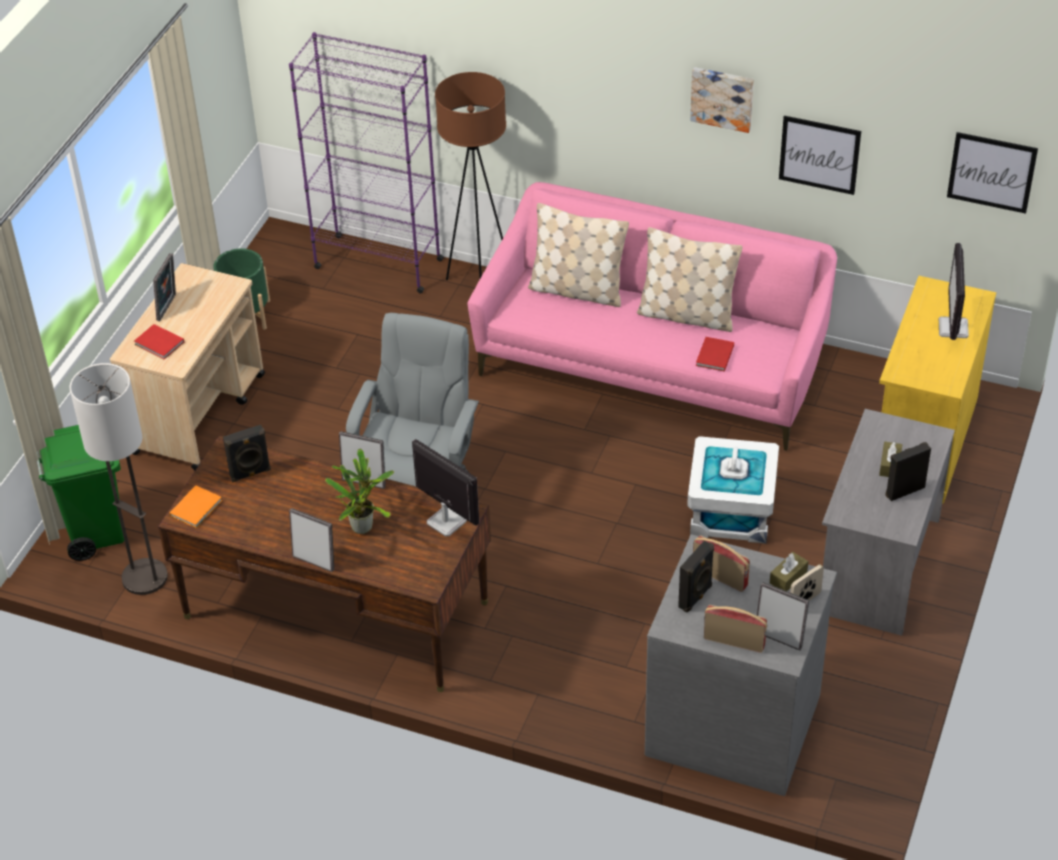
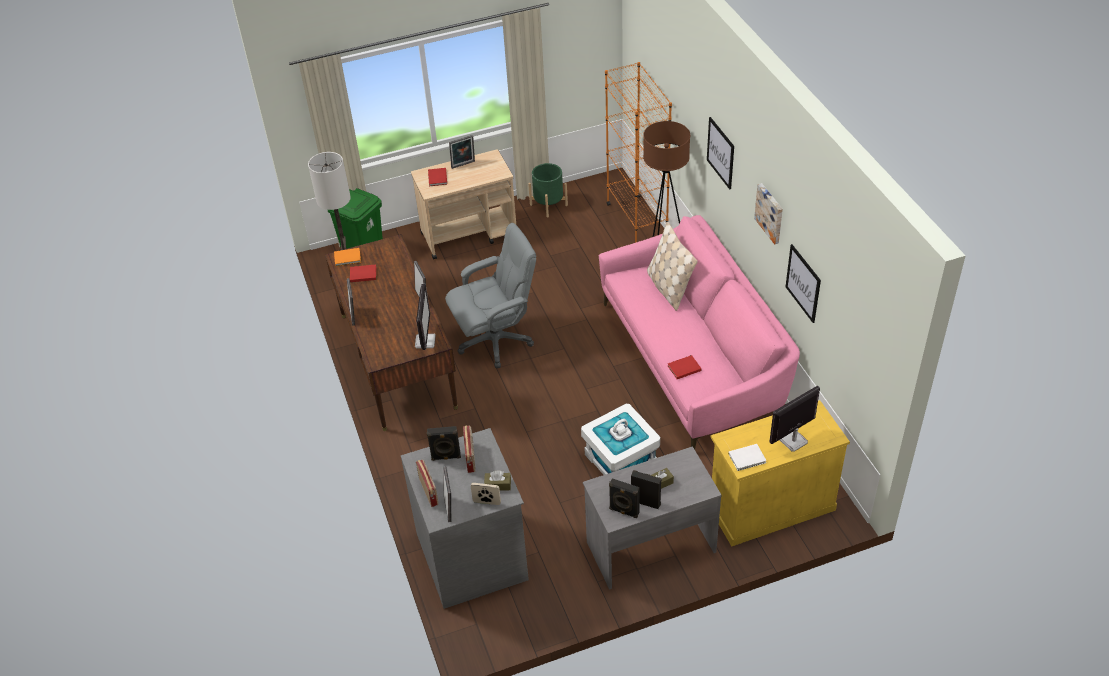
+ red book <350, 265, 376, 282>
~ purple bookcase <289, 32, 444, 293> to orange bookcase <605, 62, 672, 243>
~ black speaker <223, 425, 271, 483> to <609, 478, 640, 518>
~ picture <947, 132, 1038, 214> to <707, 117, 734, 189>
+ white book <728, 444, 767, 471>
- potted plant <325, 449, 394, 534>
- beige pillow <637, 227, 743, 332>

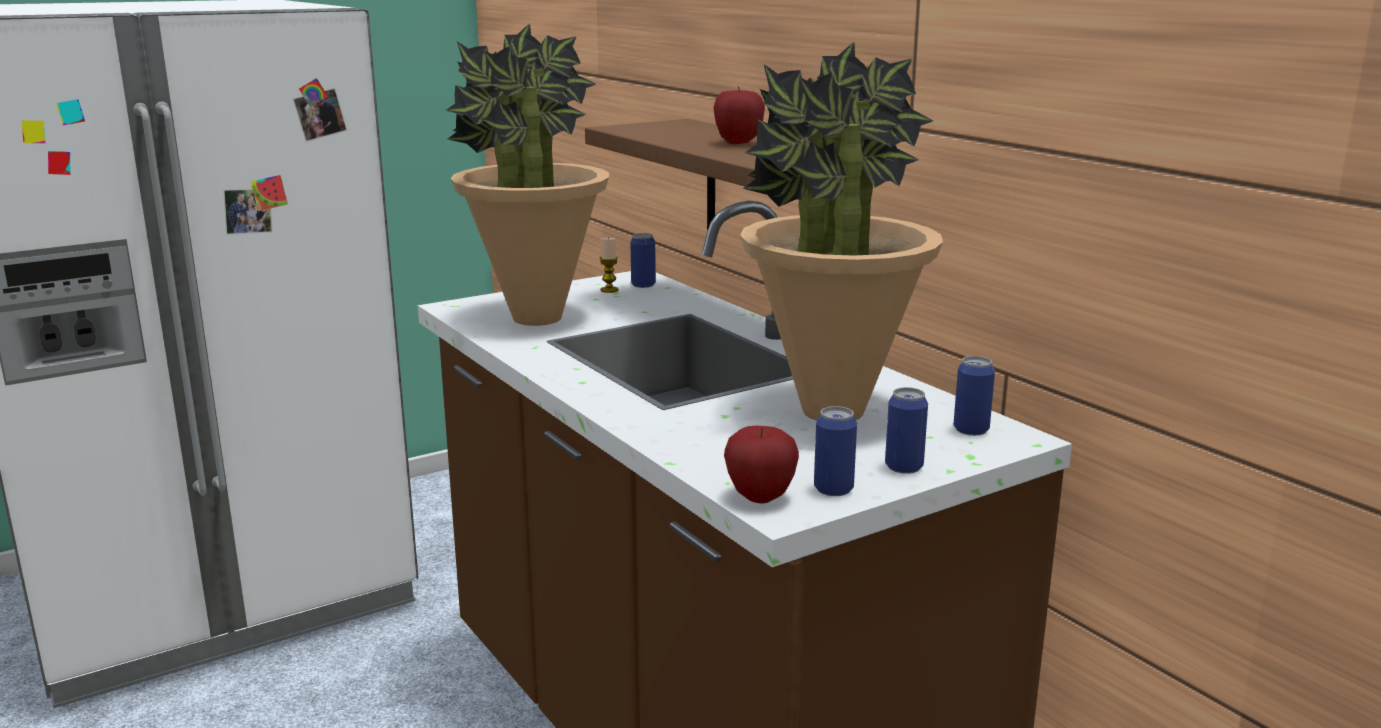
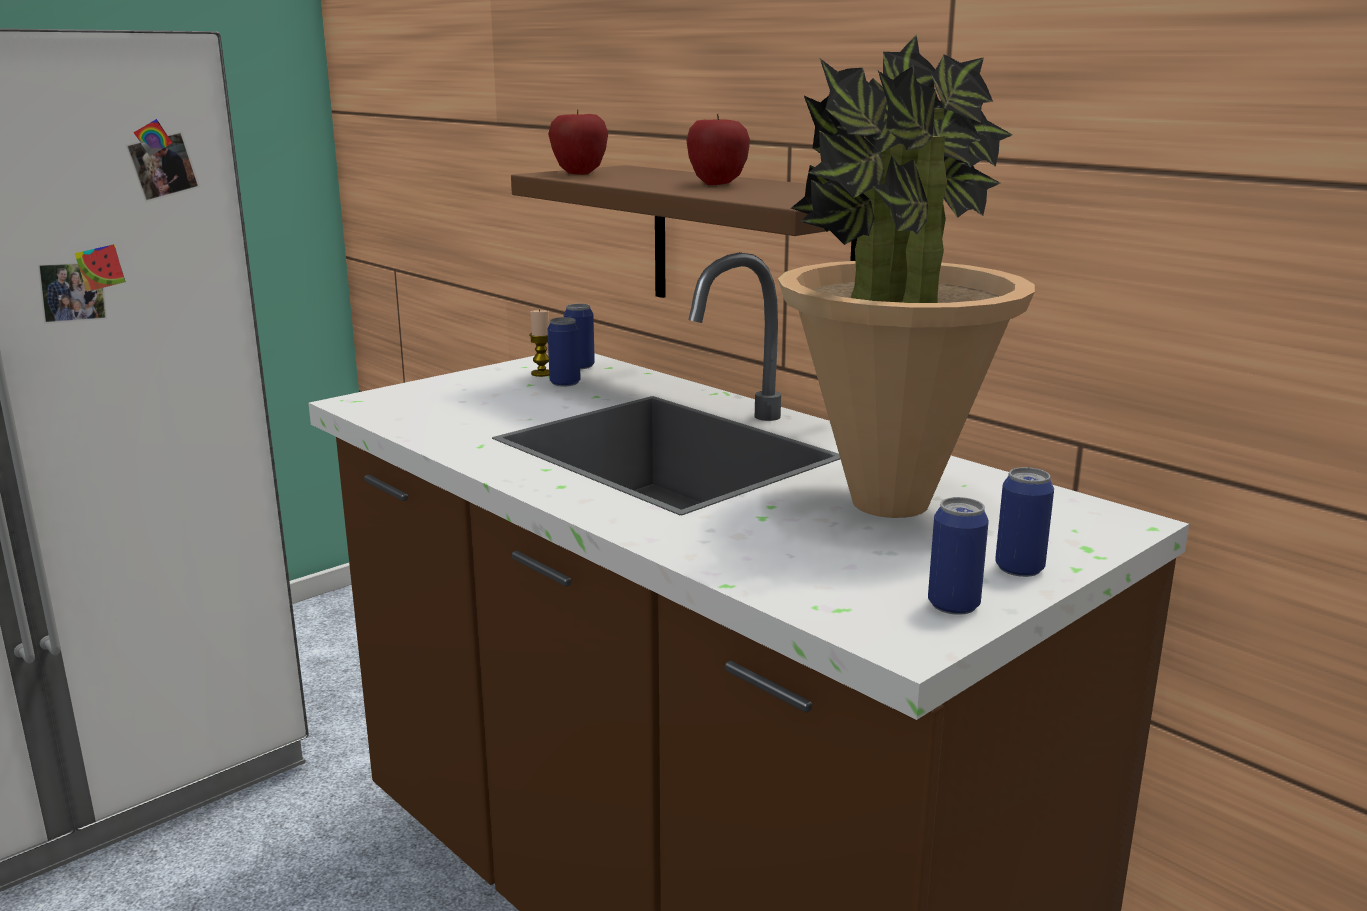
~ apple <724, 426, 799, 504> to <548, 109, 608, 175>
~ can <954, 356, 995, 436> to <548, 317, 581, 386>
- potted plant <445, 23, 609, 326>

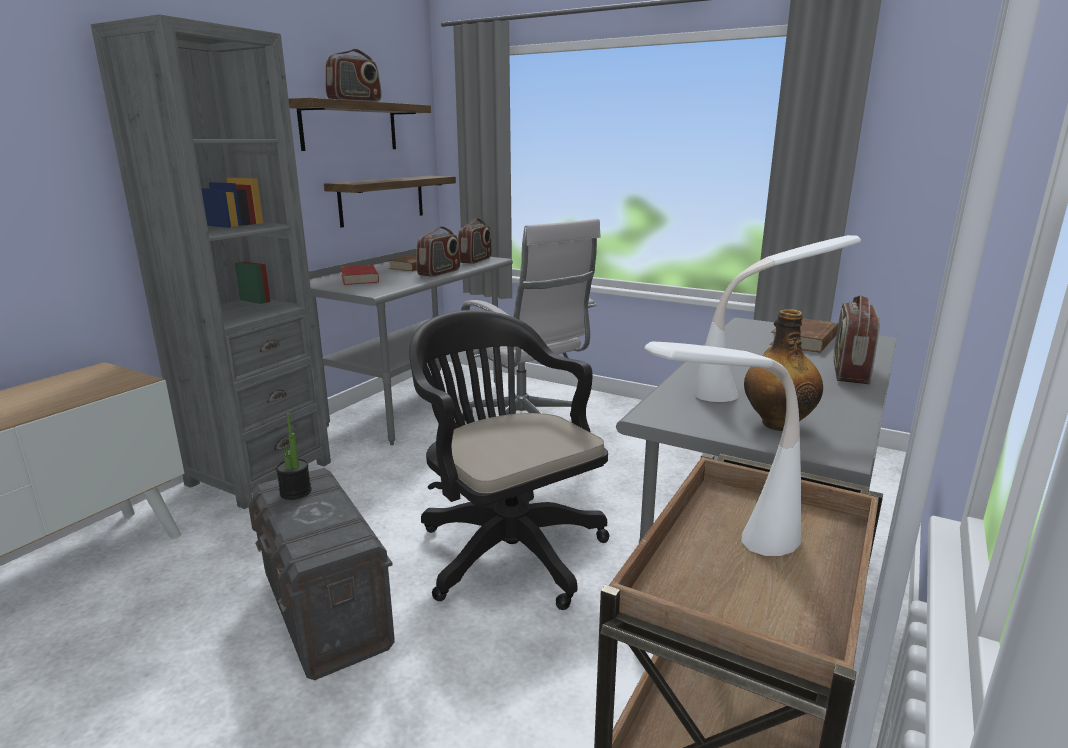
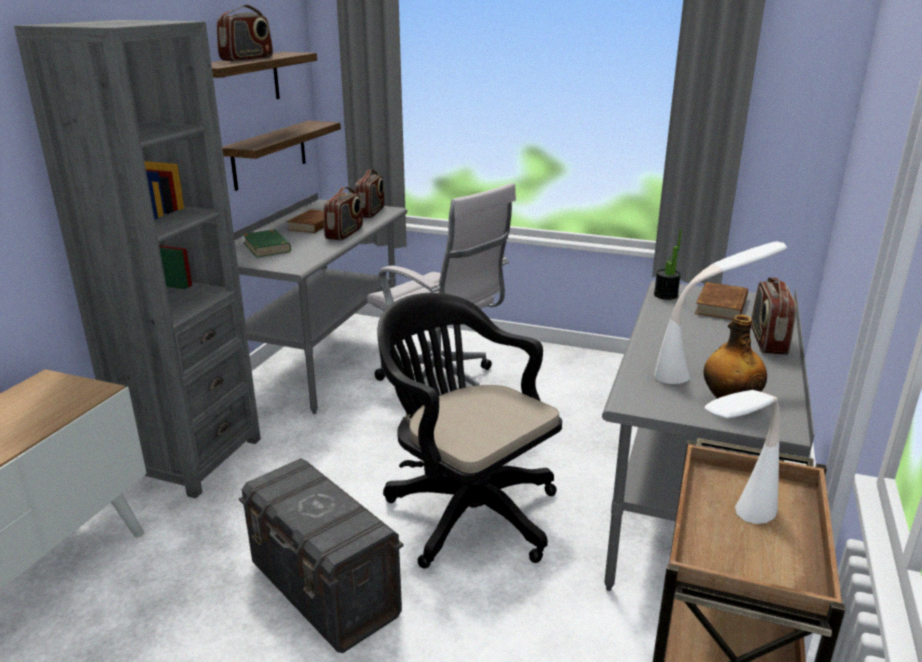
~ red book <340, 264, 379, 285> to green book <242, 229, 291, 258>
~ potted plant <276, 413, 312, 500> to <654, 229, 682, 300>

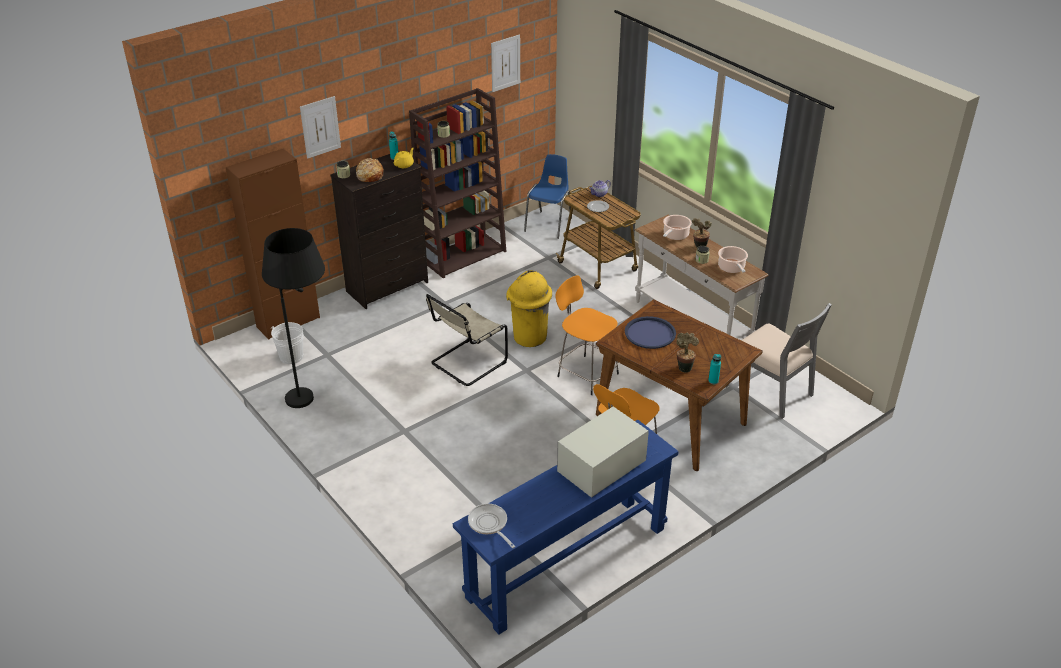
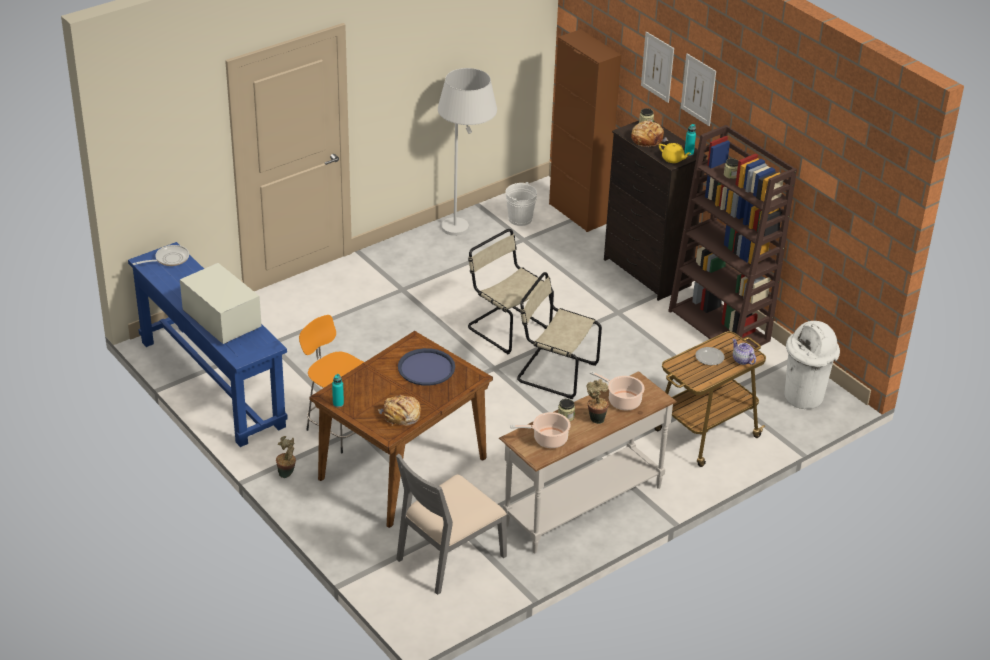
~ potted plant <676, 332, 699, 373> to <276, 436, 296, 478>
+ bread <378, 395, 421, 426>
~ black floor lamp <262, 228, 325, 408> to white floor lamp <438, 68, 497, 236>
~ yellow trash can <506, 270, 552, 347> to beige chair <517, 272, 602, 399>
~ picture <491, 34, 520, 92> to <681, 54, 716, 126>
~ blue chair <524, 154, 572, 239> to white trash can <784, 321, 840, 409>
- orange stool <555, 275, 619, 395>

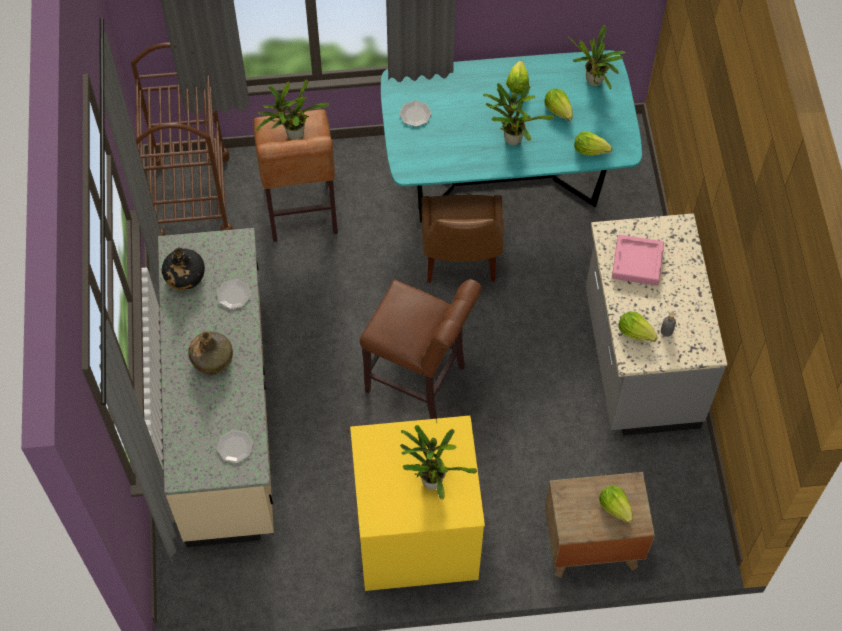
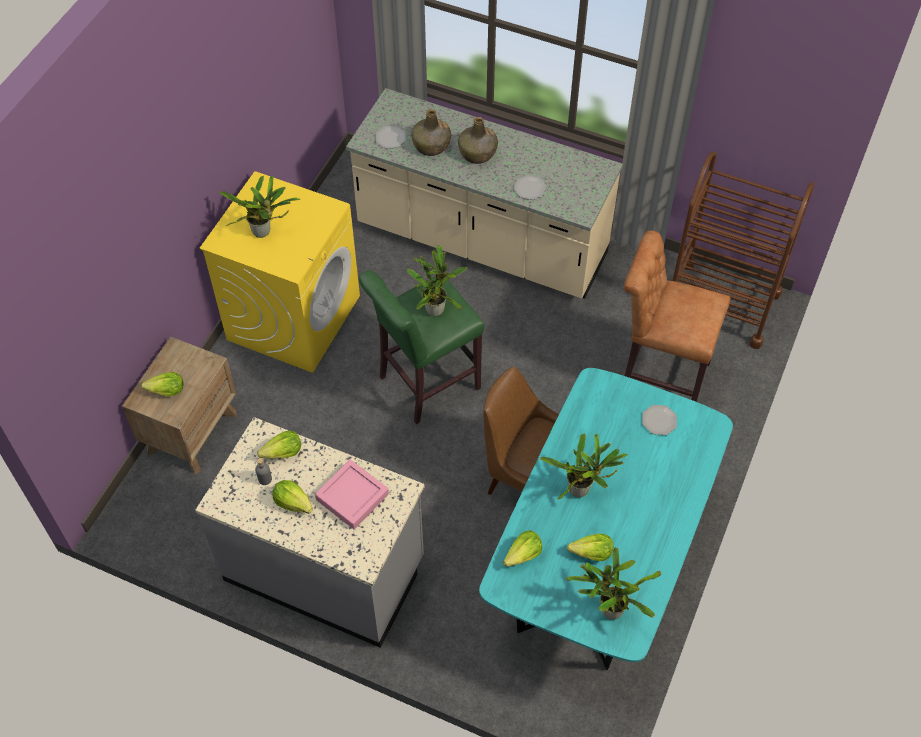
~ lettuce <506, 61, 529, 94> to <272, 480, 313, 514>
~ brown stool <360, 279, 481, 419> to green stool <359, 270, 484, 424>
~ potted plant <256, 80, 329, 140> to <407, 245, 467, 316>
+ green bottle <411, 109, 451, 156>
- black bottle <162, 247, 205, 290>

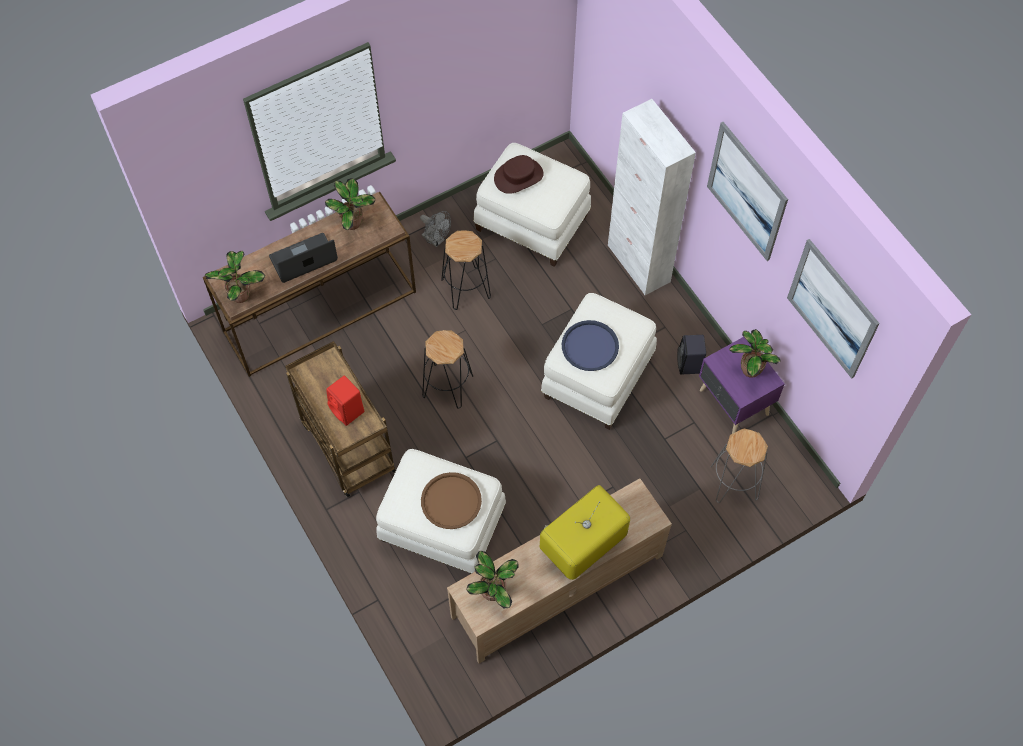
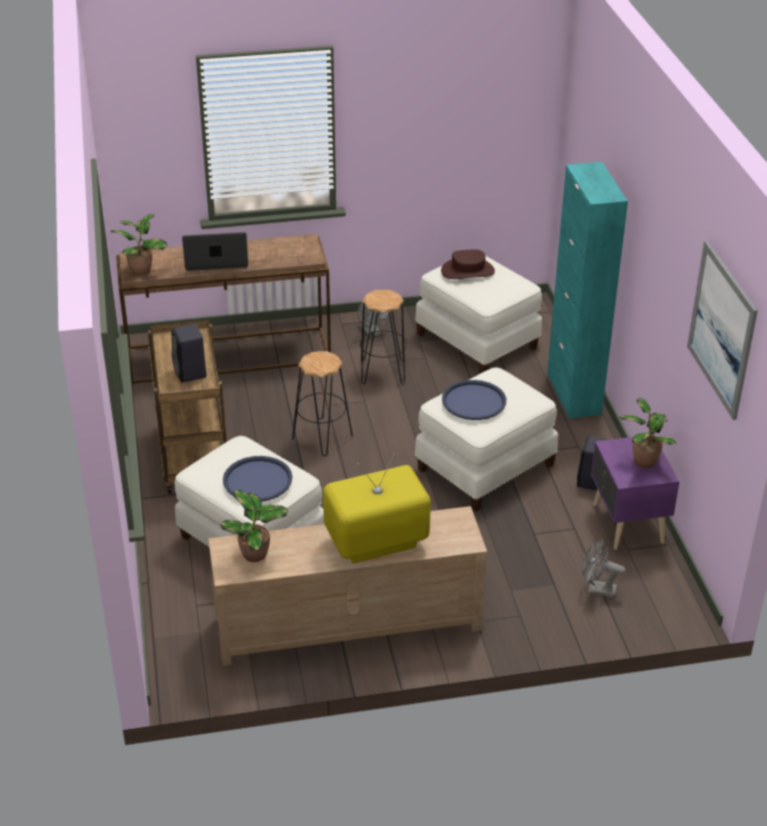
~ red speaker <326, 376, 364, 426> to black speaker <171, 324, 207, 383>
~ brown tray <421, 472, 482, 529> to blue tray <223, 456, 292, 502>
~ white cabinet <608, 99, 696, 295> to turquoise cabinet <547, 162, 628, 418>
~ grey stool <711, 429, 768, 503> to grey fan <582, 539, 626, 598>
- potted plant <325, 178, 376, 230>
- picture <707, 122, 788, 261>

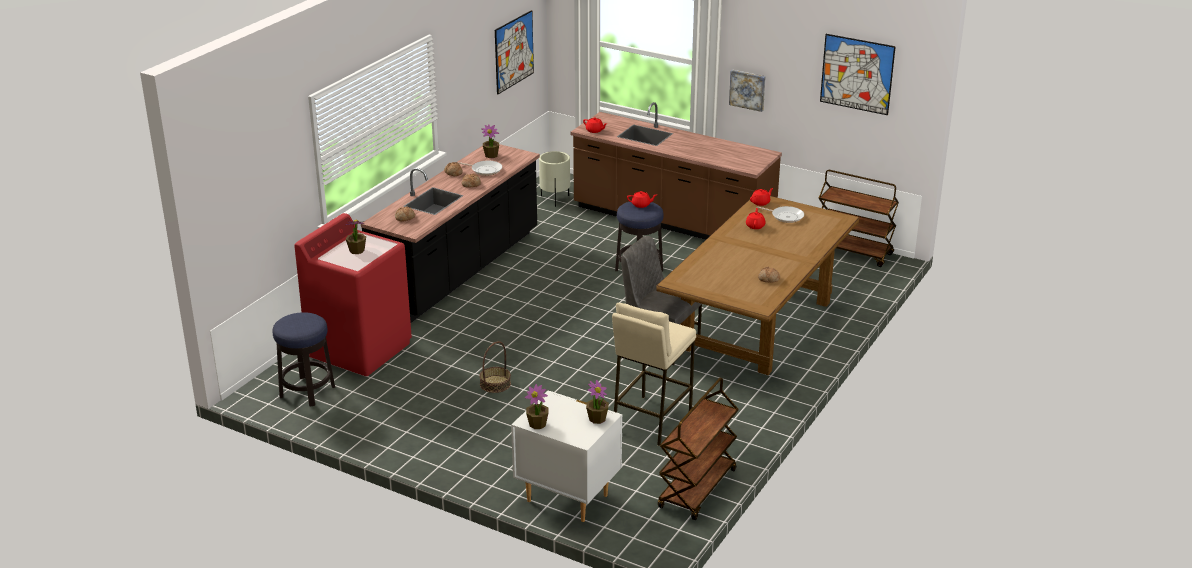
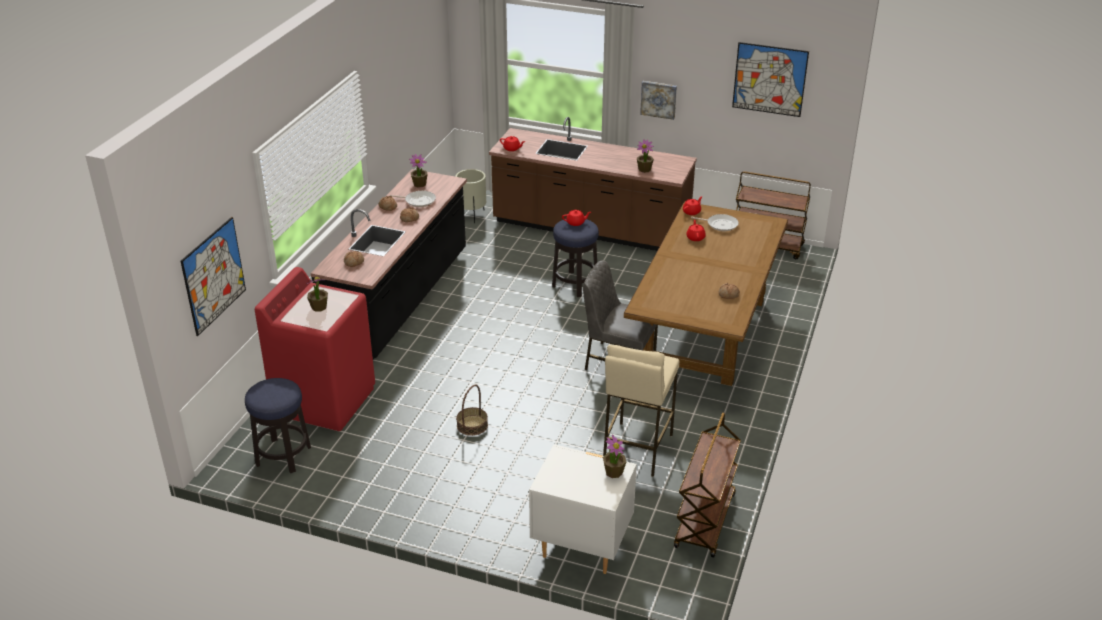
~ picture <495, 10, 534, 95> to <181, 217, 246, 336>
~ potted plant <525, 384, 549, 429> to <637, 139, 654, 173>

